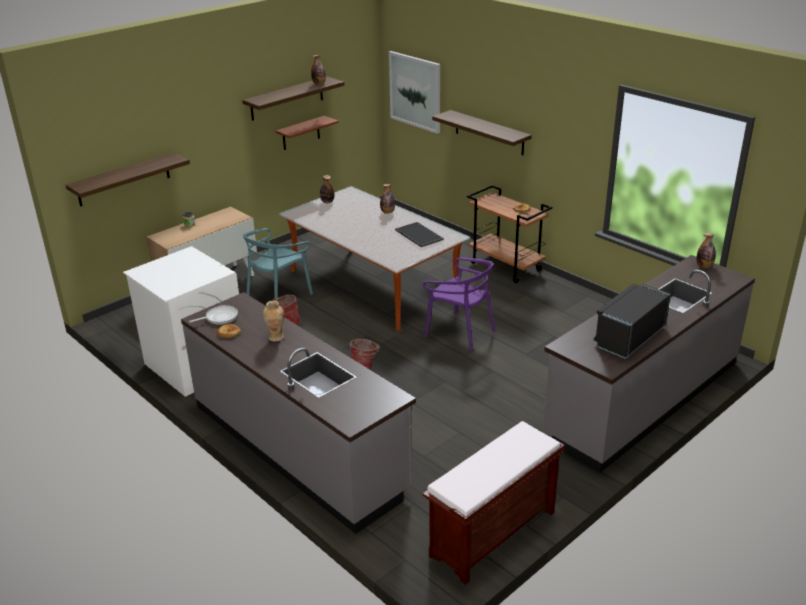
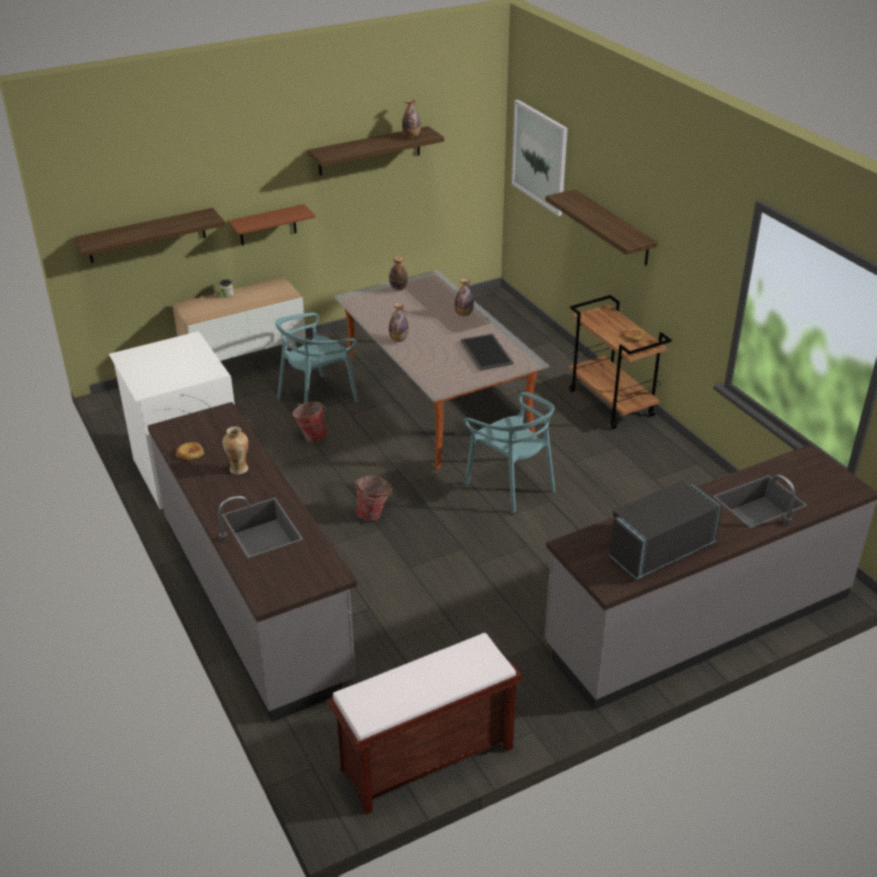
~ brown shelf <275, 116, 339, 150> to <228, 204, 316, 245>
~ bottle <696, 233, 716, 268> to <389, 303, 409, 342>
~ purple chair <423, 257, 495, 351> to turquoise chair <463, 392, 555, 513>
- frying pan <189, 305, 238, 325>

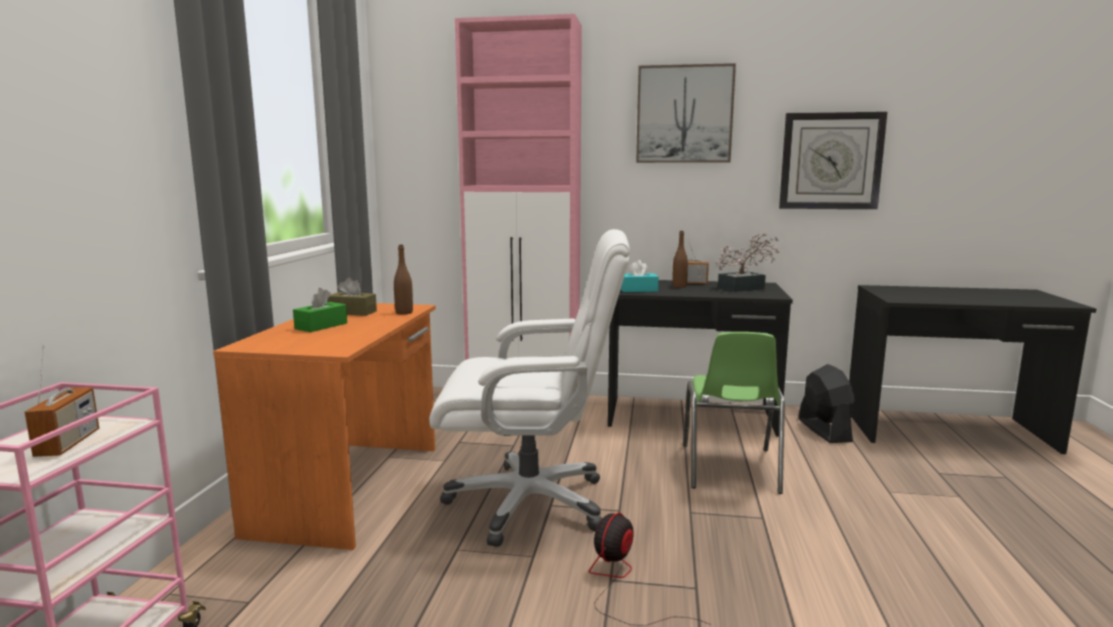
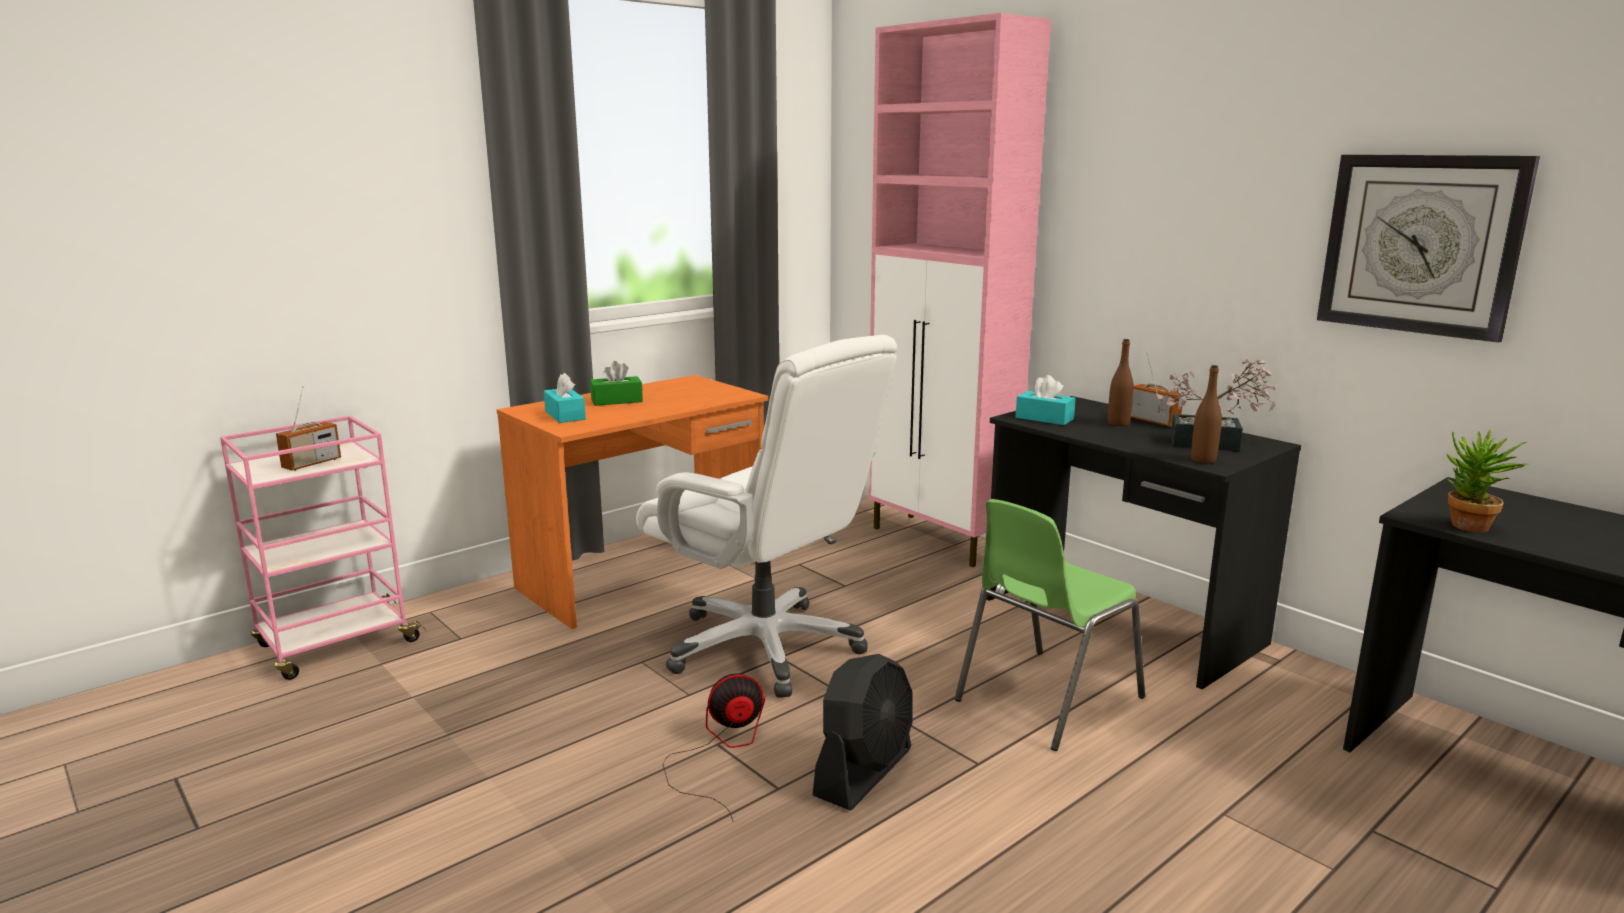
+ turquoise tissue box <544, 373, 586, 423>
~ black fan <798, 364, 856, 443> to <813, 654, 913, 811>
~ brown bottle <394, 245, 413, 315> to <1191, 365, 1222, 464>
+ potted plant <1446, 429, 1529, 532>
- brown tissue box <327, 277, 377, 316>
- picture <636, 63, 736, 163>

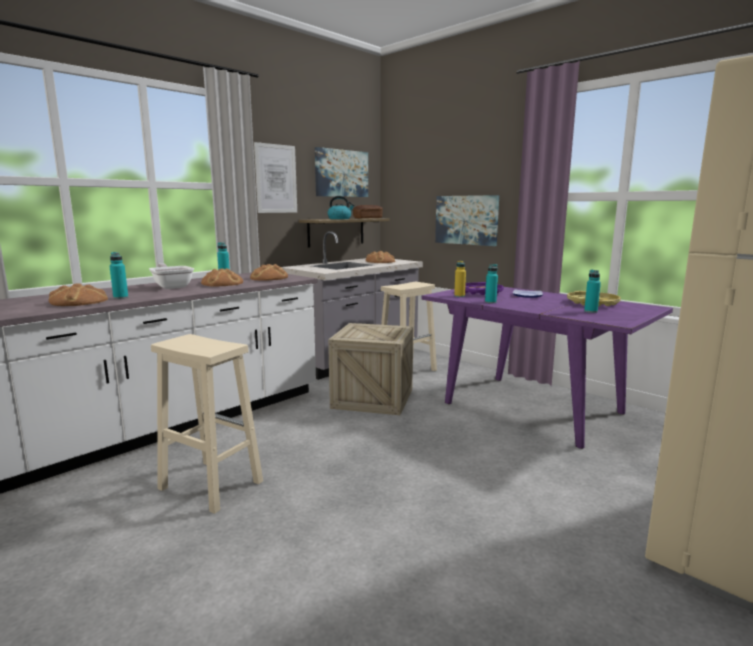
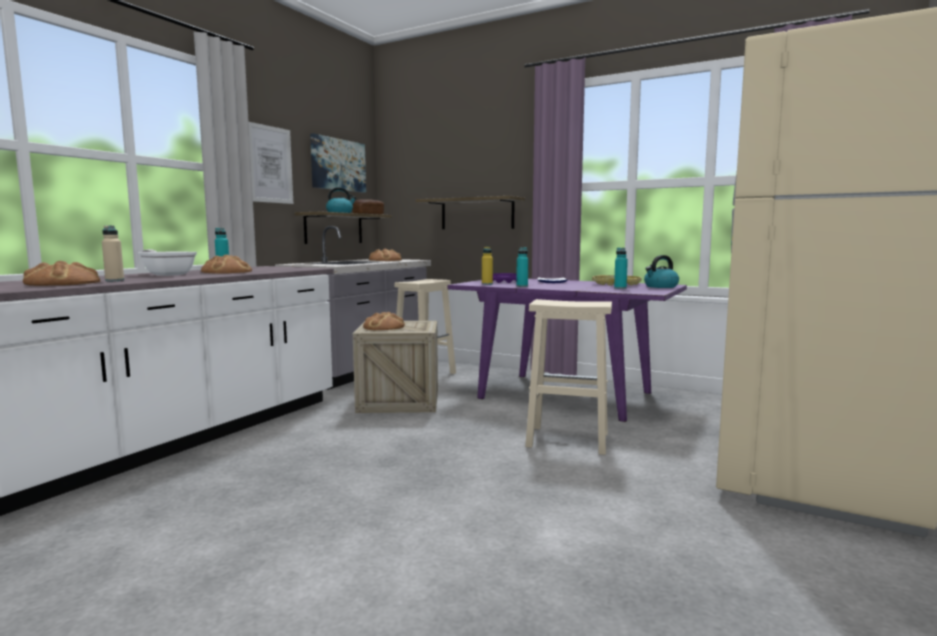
~ turquoise bottle <110, 252, 128, 299> to beige bottle <102, 225, 124, 281>
~ bread <250, 264, 288, 281> to <363, 312, 405, 330>
~ picture <435, 195, 499, 246> to shelf <416, 196, 525, 229>
~ beige stool <151, 334, 263, 514> to <525, 299, 612, 455>
+ kettle <644, 255, 679, 288>

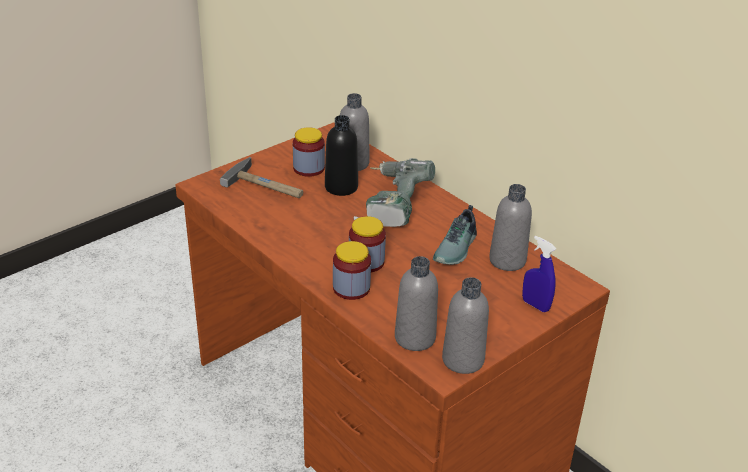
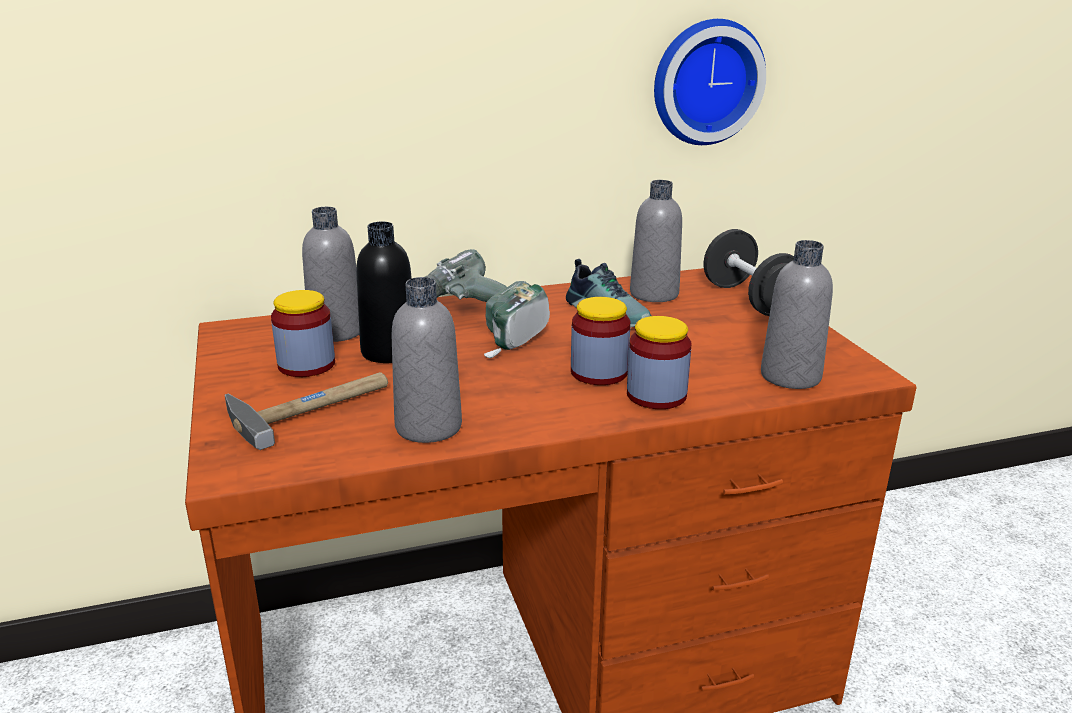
~ grey bottle <442, 277, 489, 374> to <391, 277, 462, 443>
+ wall clock <654, 19, 766, 145>
~ blue spray bottle <522, 236, 556, 312> to black dumbbell <704, 229, 794, 316>

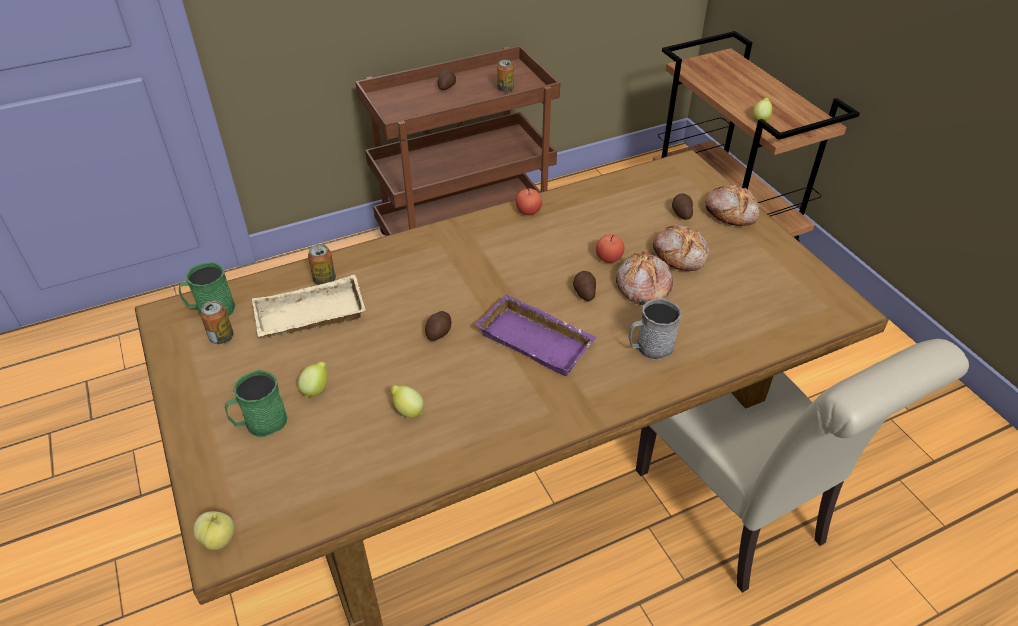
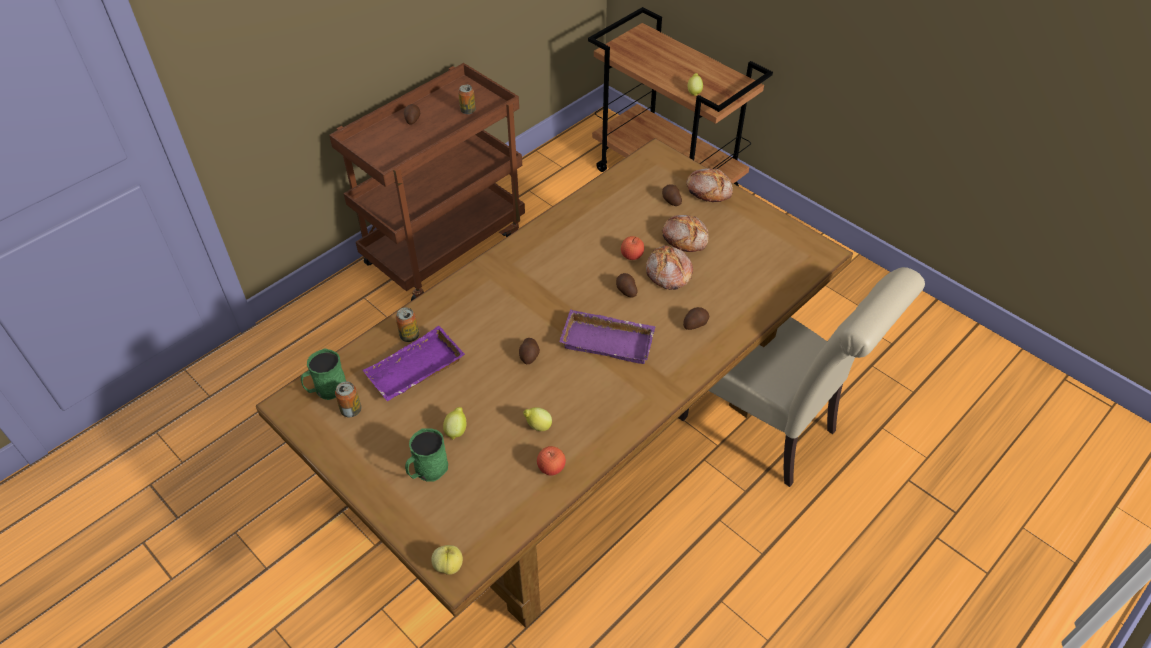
~ beige tray <252, 275, 366, 337> to purple tray <362, 326, 465, 401>
~ apple <516, 188, 542, 215> to <537, 446, 566, 476>
~ grey mug <628, 298, 681, 360> to potato <683, 307, 709, 330>

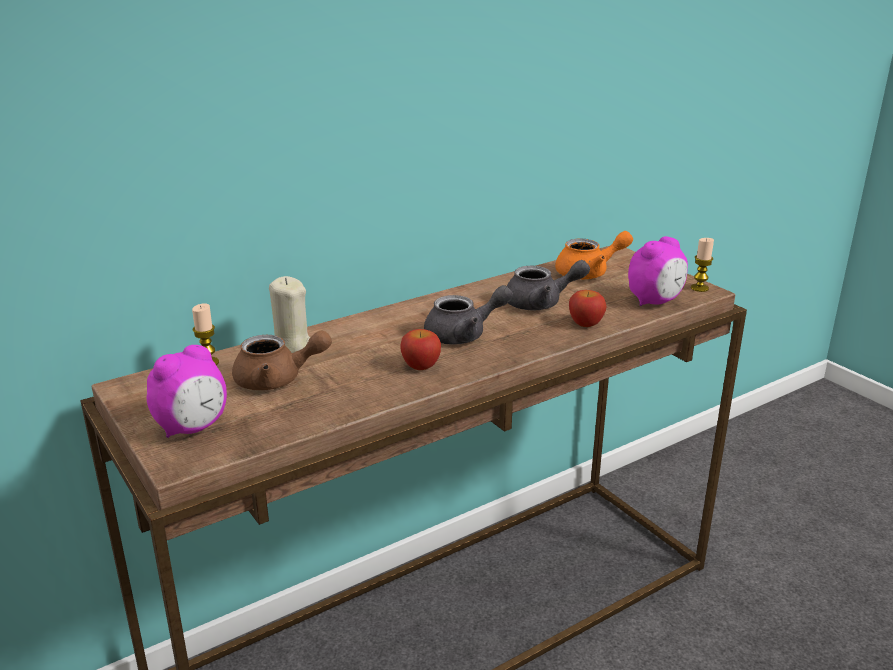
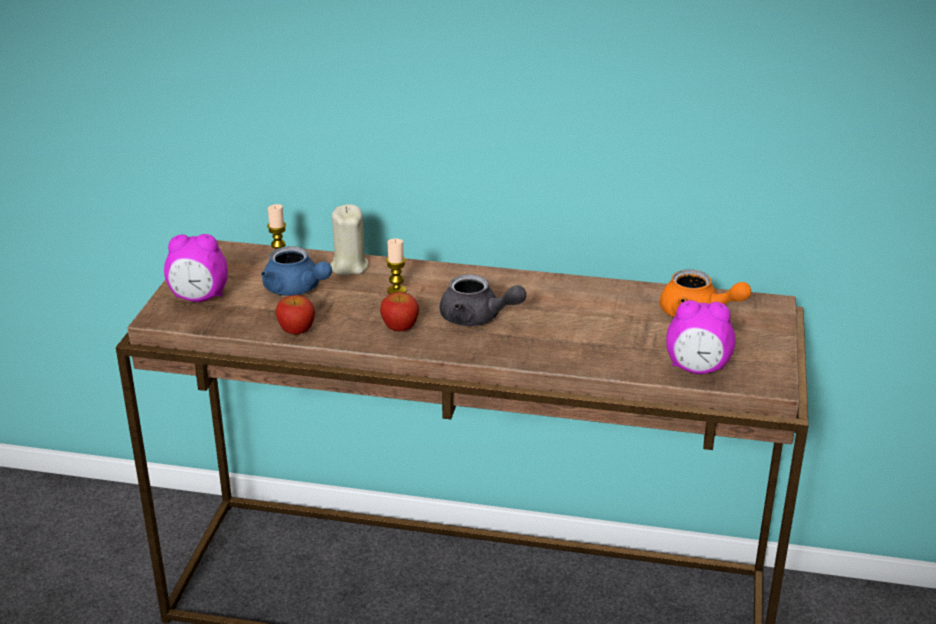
~ brown teapot <232, 330, 332, 390> to blue teapot <261, 246, 332, 296>
~ apple <569, 290, 607, 327> to <275, 295, 315, 335>
~ candle <691, 238, 714, 292> to <386, 239, 406, 294>
- grey teapot <507, 260, 590, 310>

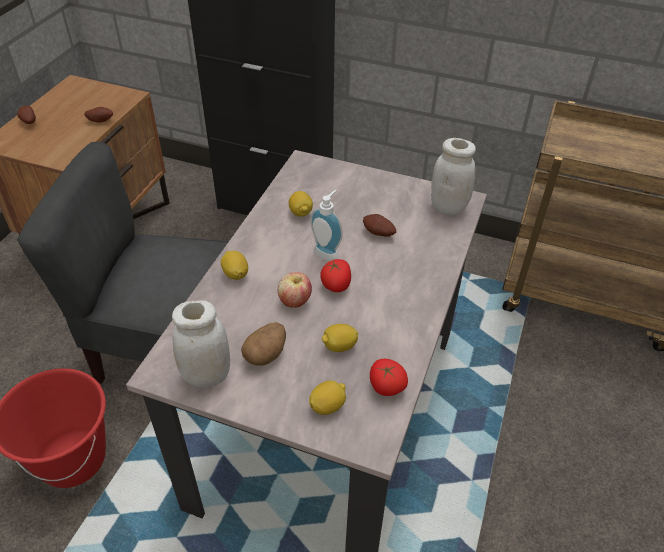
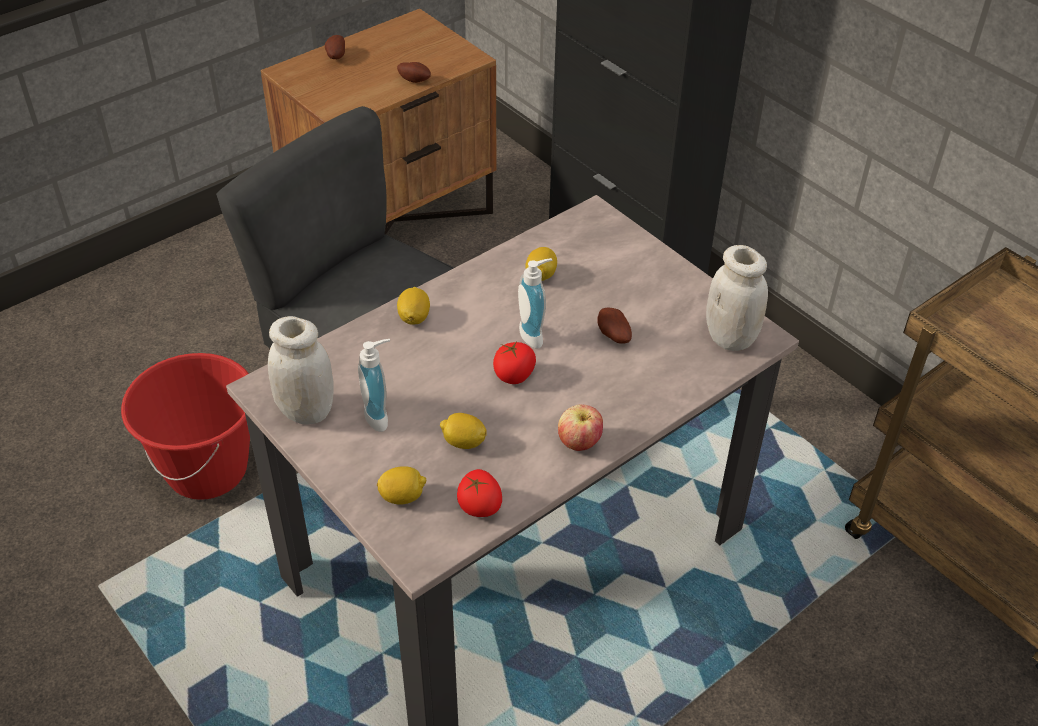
~ potato <241, 322, 286, 366> to soap dispenser <358, 339, 390, 432>
~ apple <278, 272, 312, 308> to <558, 404, 603, 451>

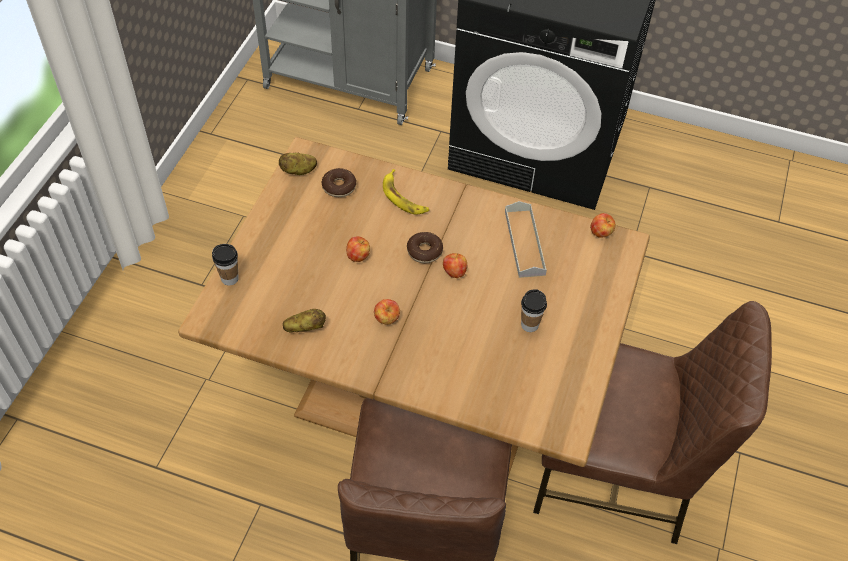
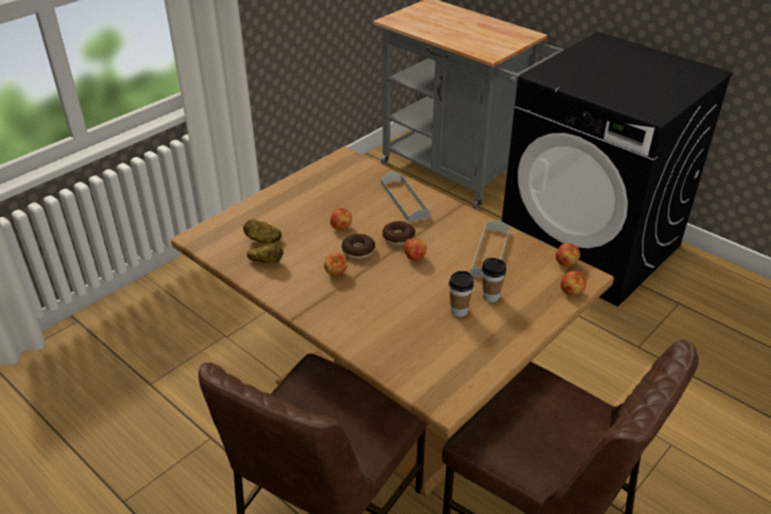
~ potato <279, 153, 317, 175> to <243, 219, 282, 244>
~ donut <321, 168, 356, 197> to <342, 234, 375, 259>
~ banana <383, 169, 429, 214> to grey tray <381, 171, 430, 223>
~ cup <212, 244, 239, 285> to <482, 258, 507, 302>
+ apple <560, 271, 587, 295>

